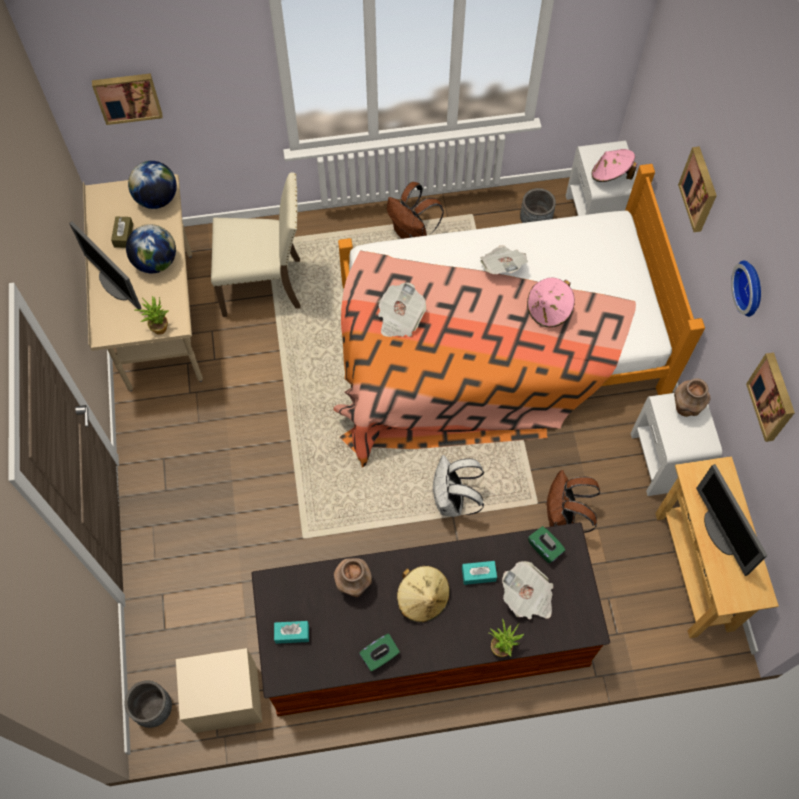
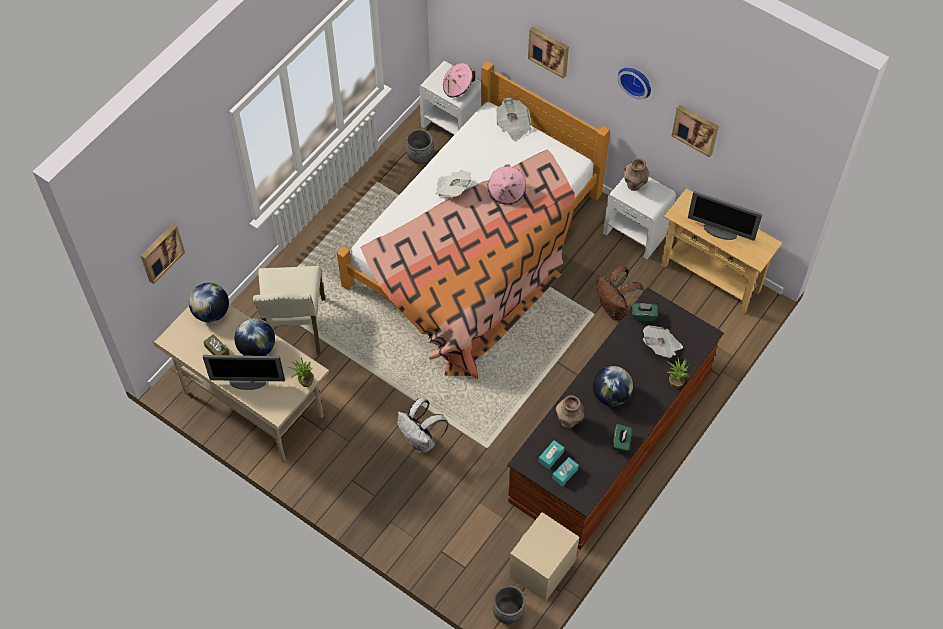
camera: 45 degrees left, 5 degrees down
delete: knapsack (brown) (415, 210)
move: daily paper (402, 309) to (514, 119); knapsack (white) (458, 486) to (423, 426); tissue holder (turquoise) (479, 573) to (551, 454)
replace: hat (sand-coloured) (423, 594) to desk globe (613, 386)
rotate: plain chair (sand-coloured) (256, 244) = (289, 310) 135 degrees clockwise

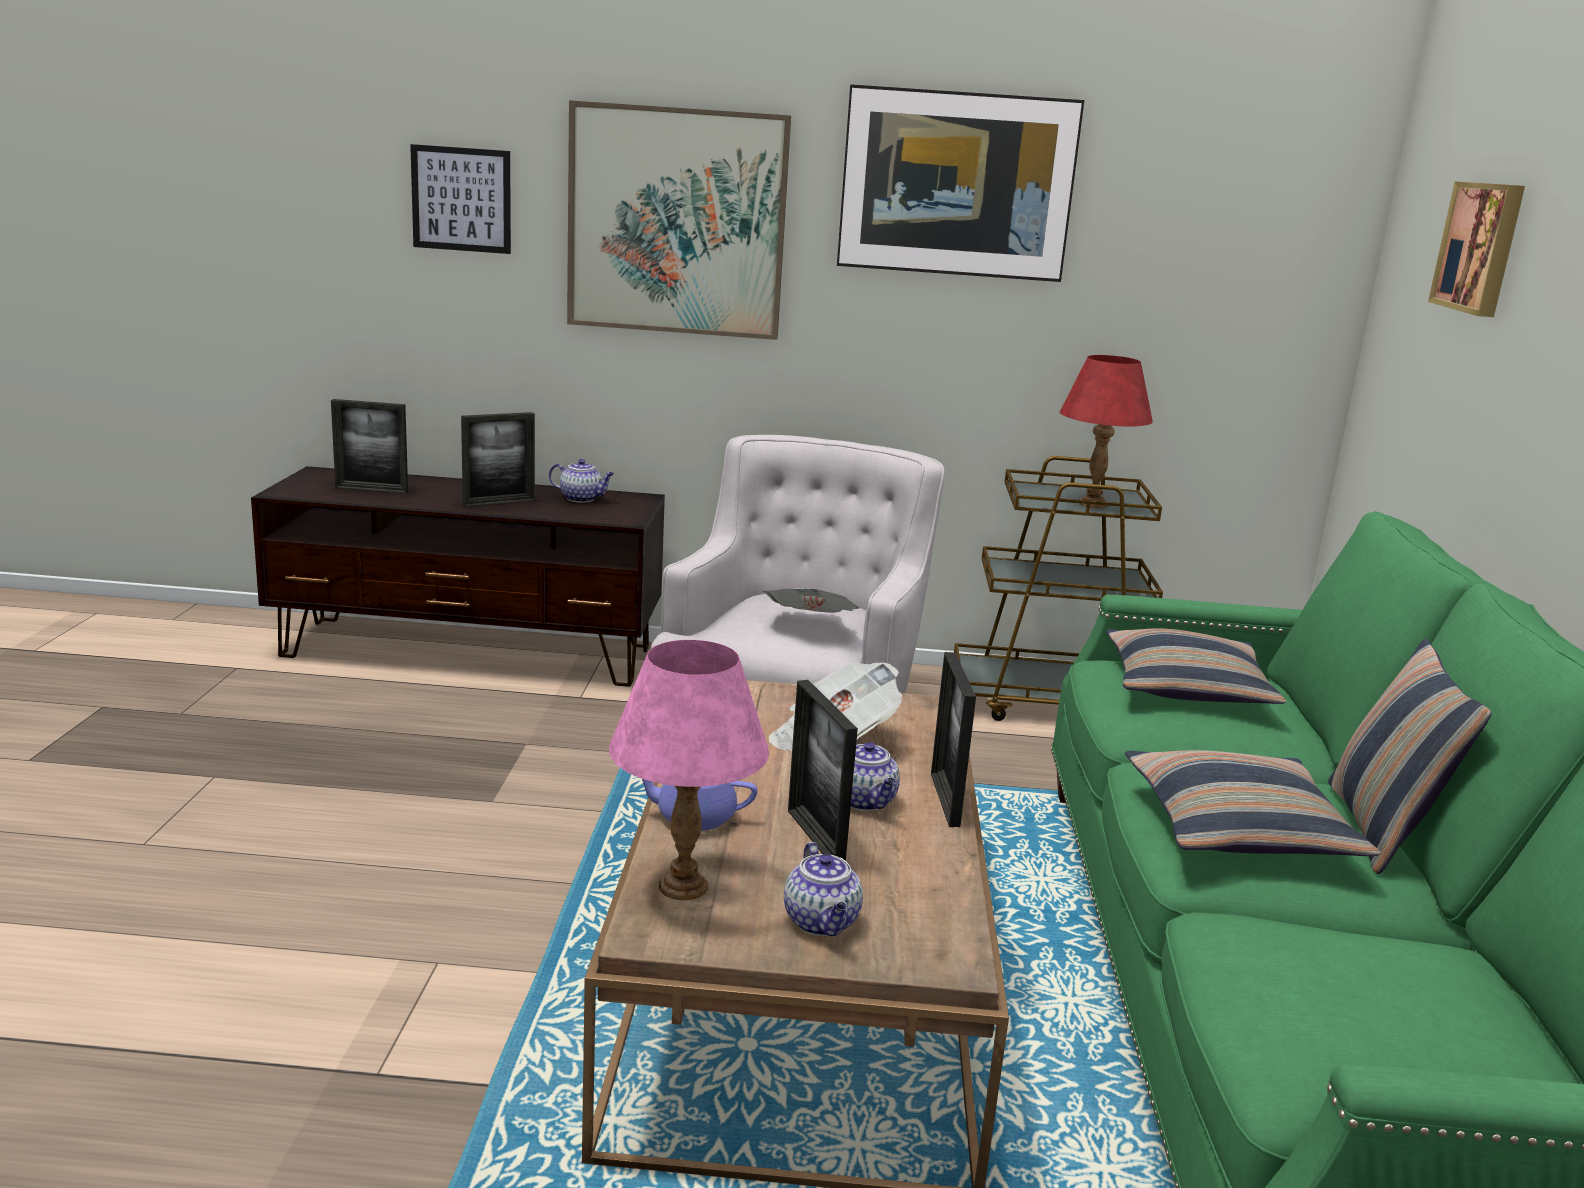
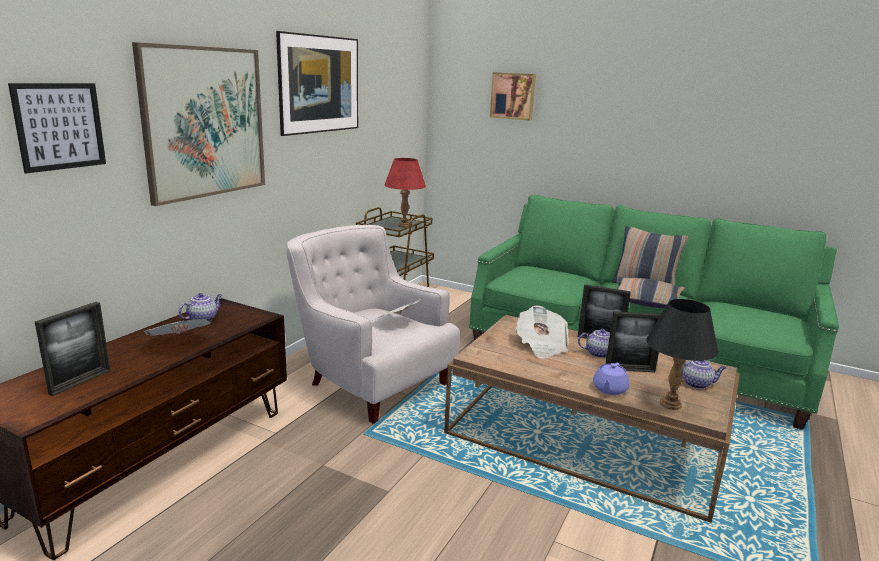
camera: 65 degrees left, 0 degrees up
delete: throw pillow (1196, 666)
replace: standing frame (498, 459) to daily paper (177, 327)
recolor: tabletop lamp (pink) (689, 770) to tabletop lamp (black) (682, 354)

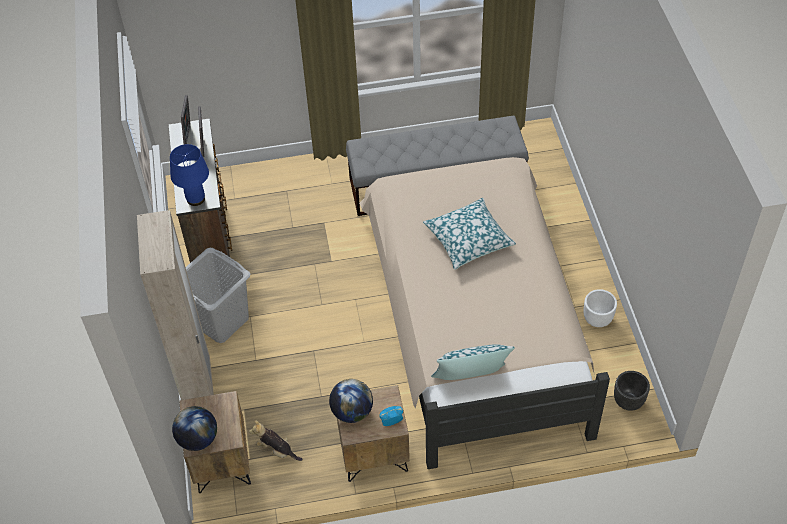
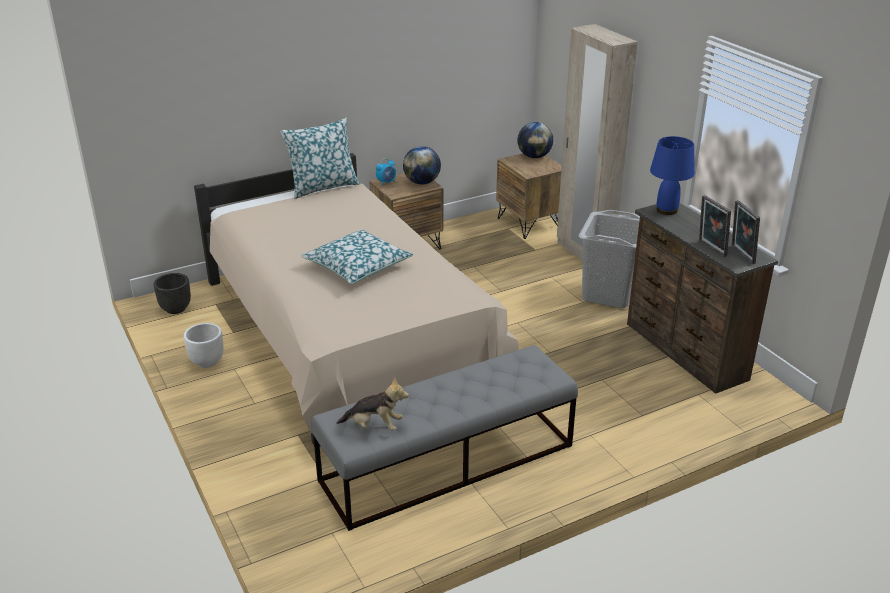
camera: 160 degrees right, 20 degrees down
move: plush toy (276, 440) to (372, 403)

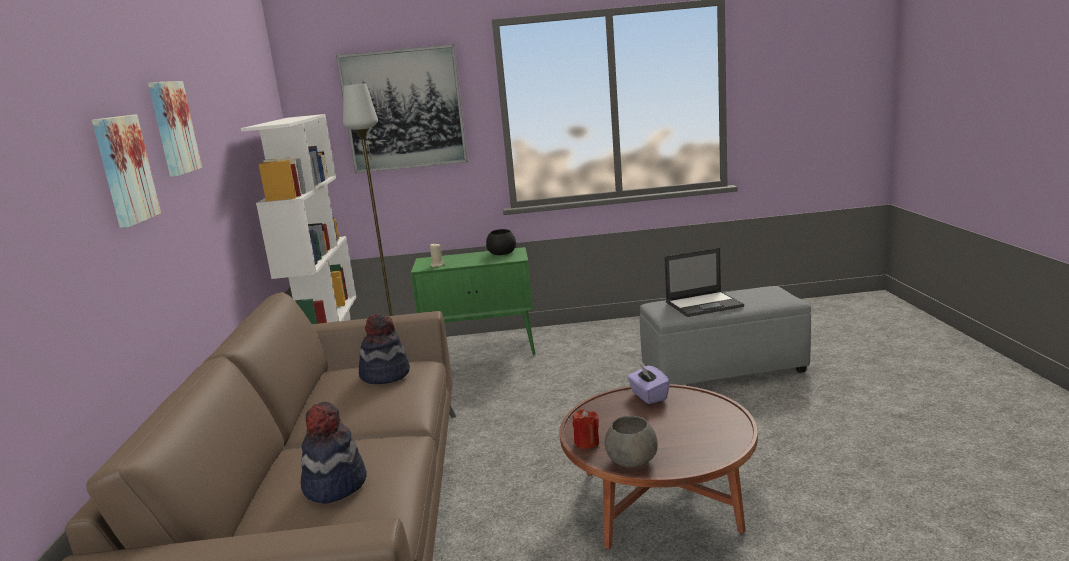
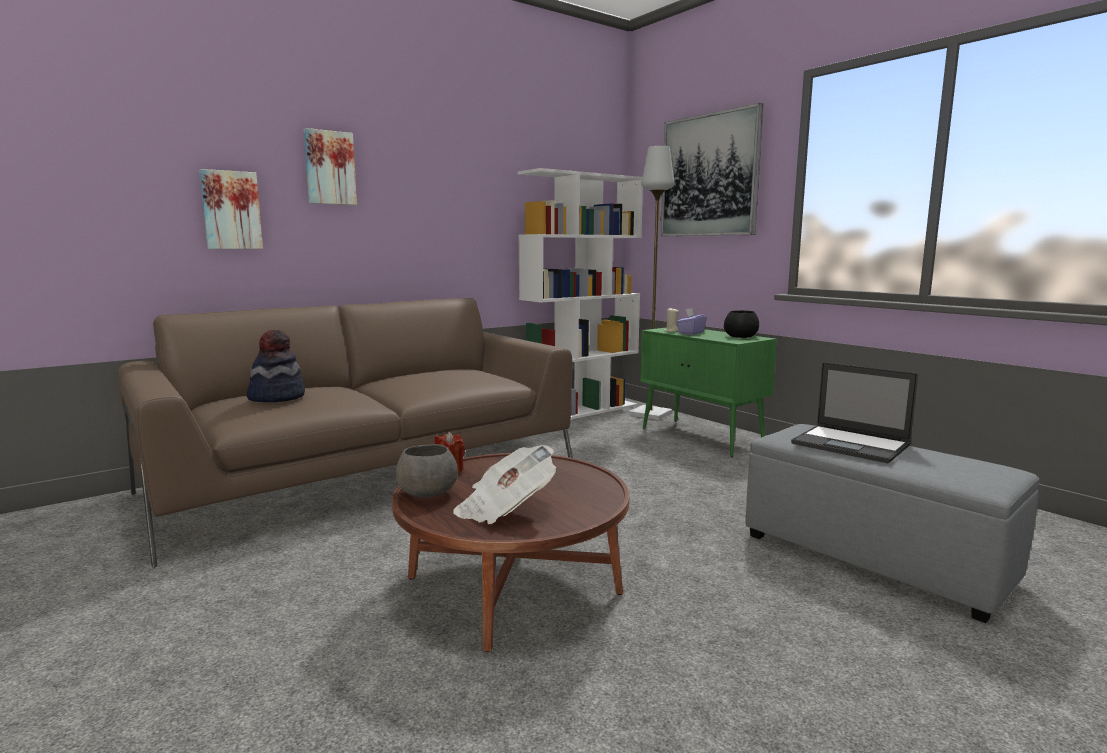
camera: 55 degrees right, 5 degrees down
delete: hat (384, 348)
insert: daily paper (505, 484)
move: wall art (175, 129) to (231, 209); tissue holder (purplish) (648, 384) to (691, 321)

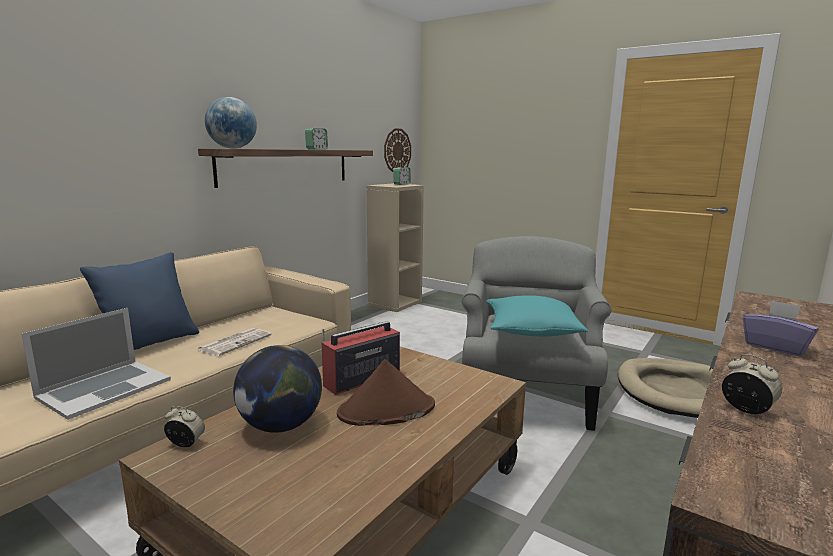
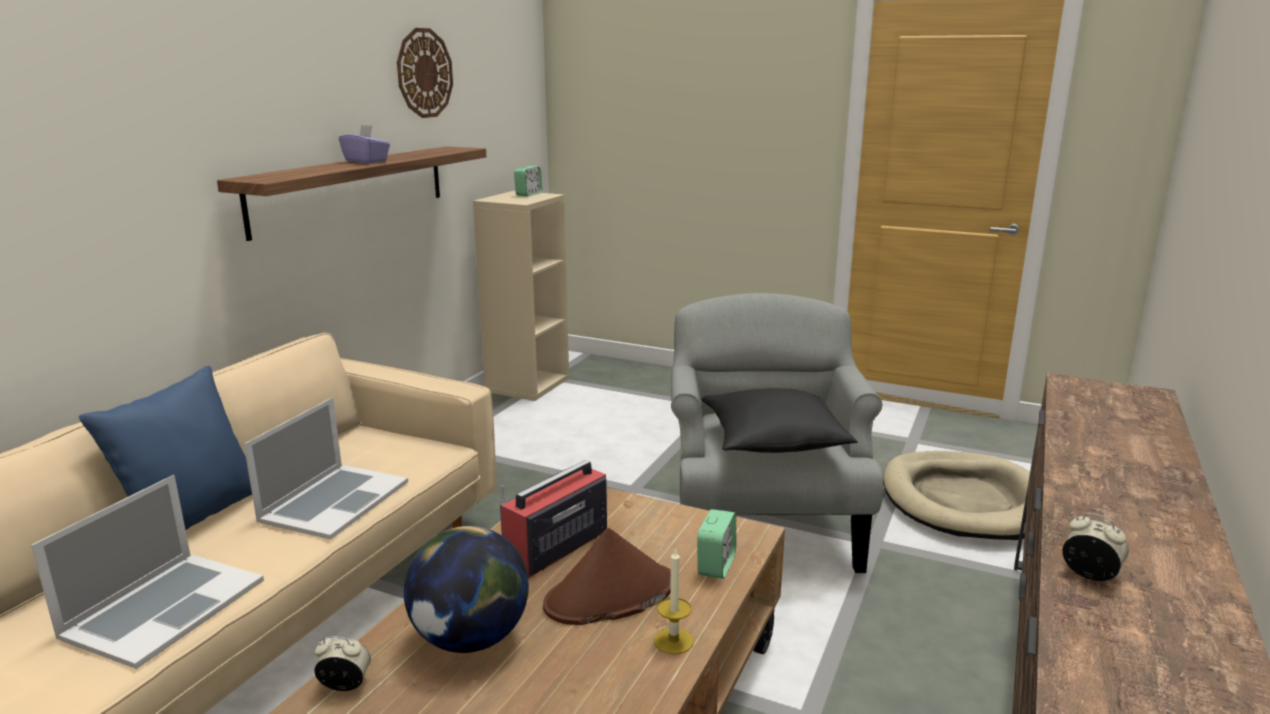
camera: 10 degrees left, 5 degrees up
delete: desk globe (231, 123)
insert: candle (674, 601)
move: alarm clock (316, 139) to (716, 544); clock on the wall (397, 150) to (425, 73); tissue holder (purplish) (781, 328) to (364, 144)
replace: daily paper (234, 342) to portable computer (326, 468)
recolor: throw pillow (turquoise) (537, 315) to throw pillow (black) (779, 420)

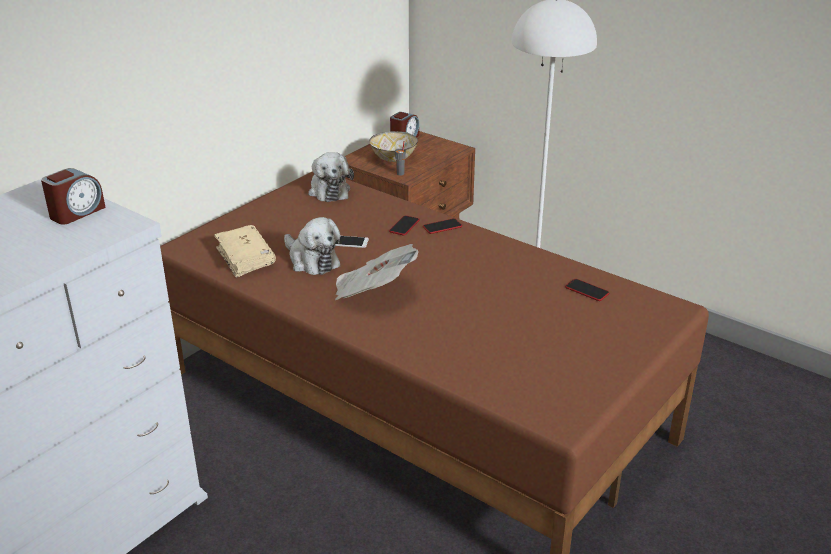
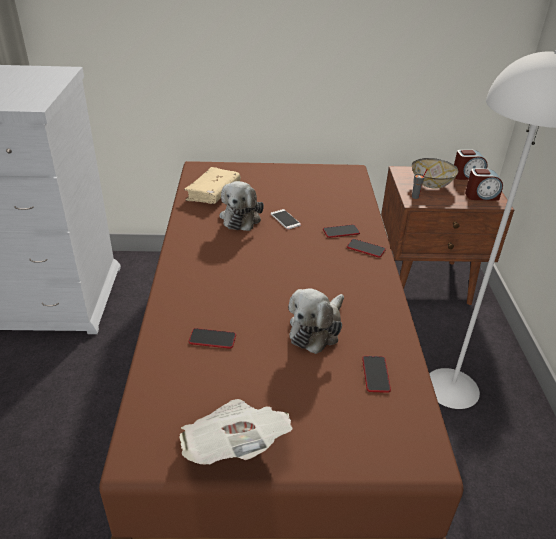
camera: 50 degrees right, 5 degrees up
insert: phone (212, 338)
move: plush toy (331, 177) to (316, 321); alarm clock (73, 196) to (484, 184); daily paper (376, 272) to (236, 432)

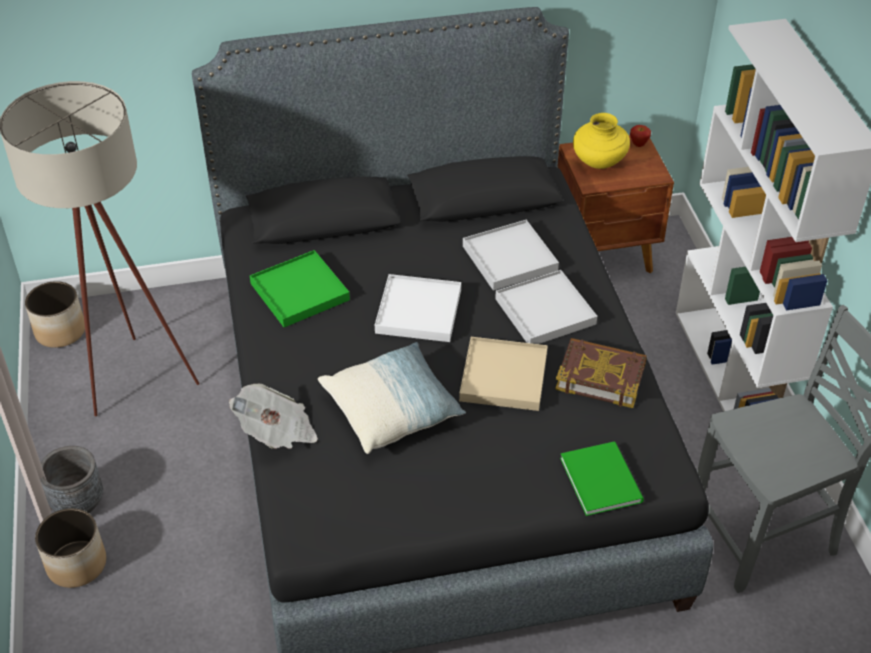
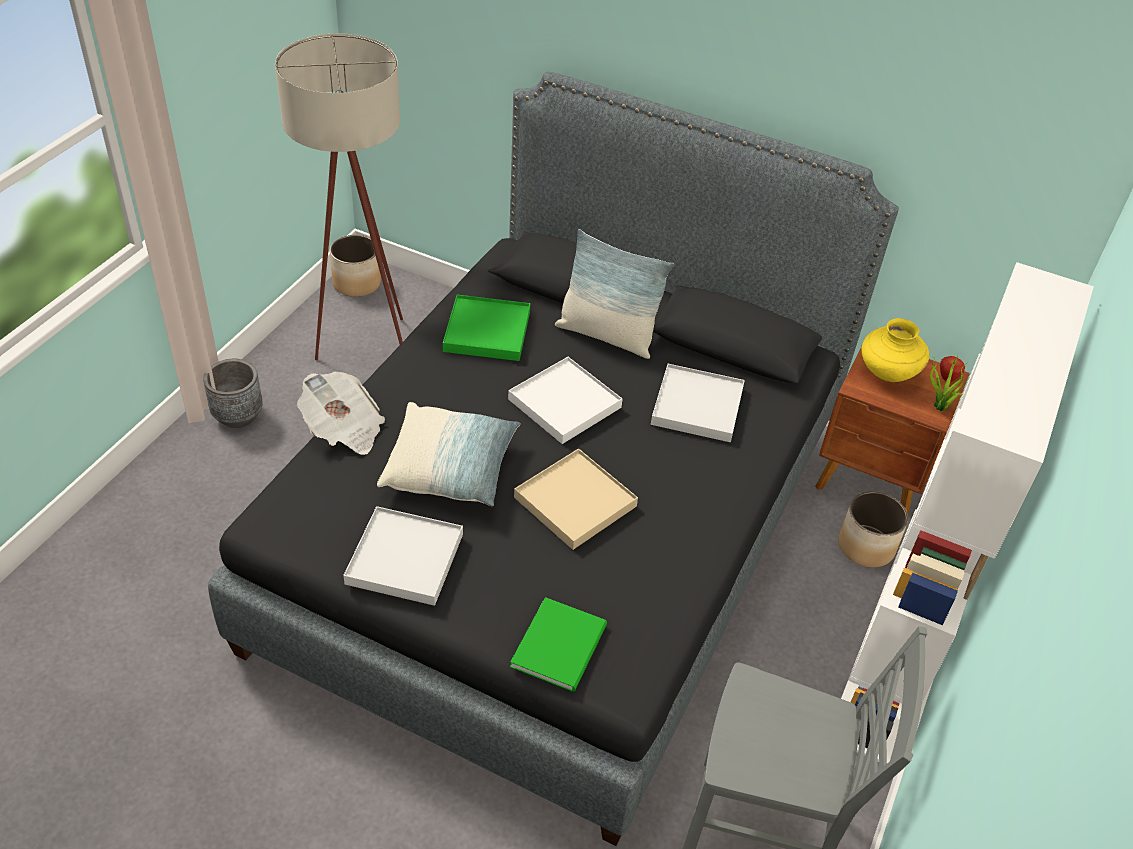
camera: 35 degrees right, 0 degrees up
delete: volume (601, 373)
insert: throw pillow (614, 294); potted plant (948, 383)
move: carrying tray (white) (546, 307) to (403, 556); flower pot (70, 548) to (873, 529)

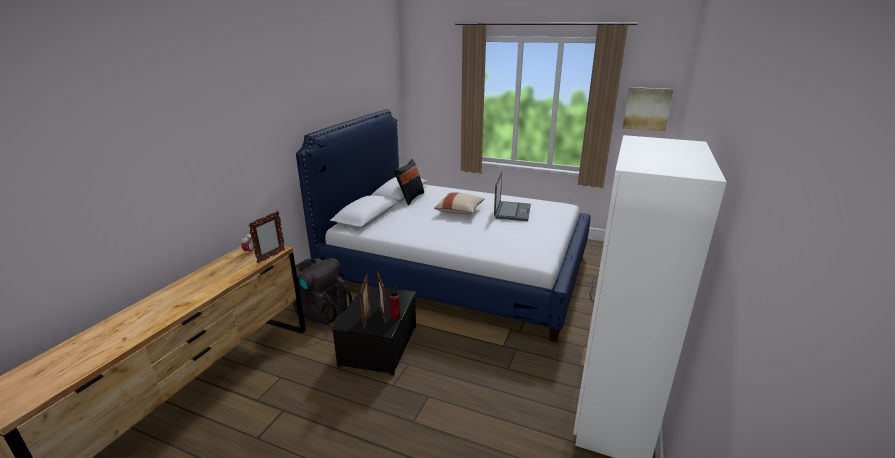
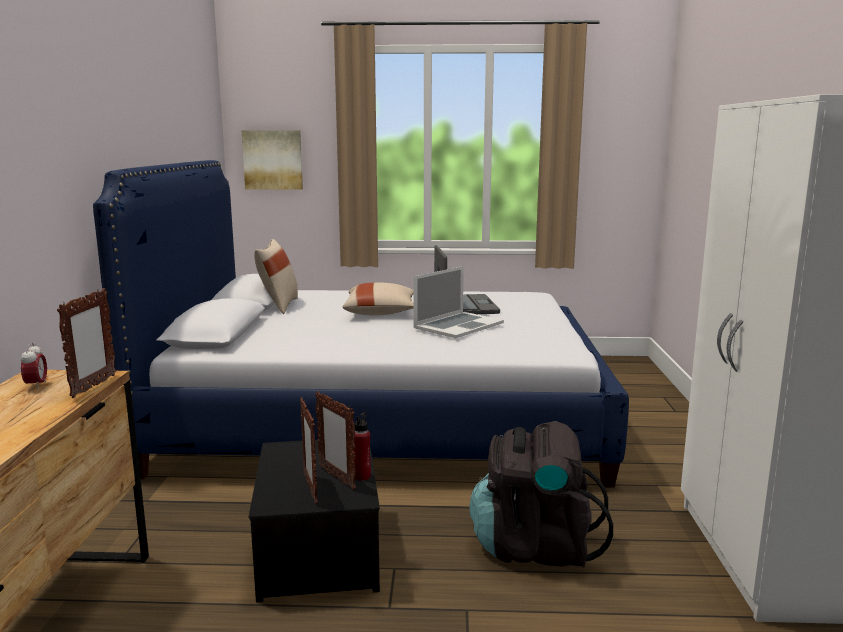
camera: 20 degrees left, 10 degrees down
insert: portable computer (458, 302)
move: wall art (648, 109) to (272, 160); knapsack (black) (322, 291) to (541, 494)
recolor: throw pillow (black) (409, 182) to throw pillow (sand-coloured) (276, 276)

